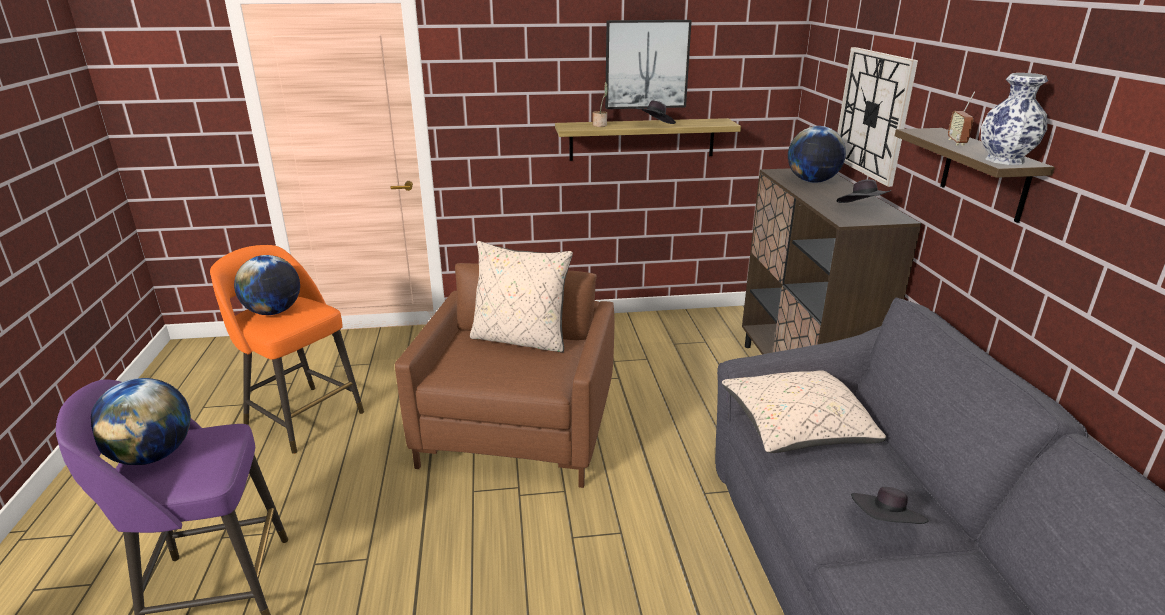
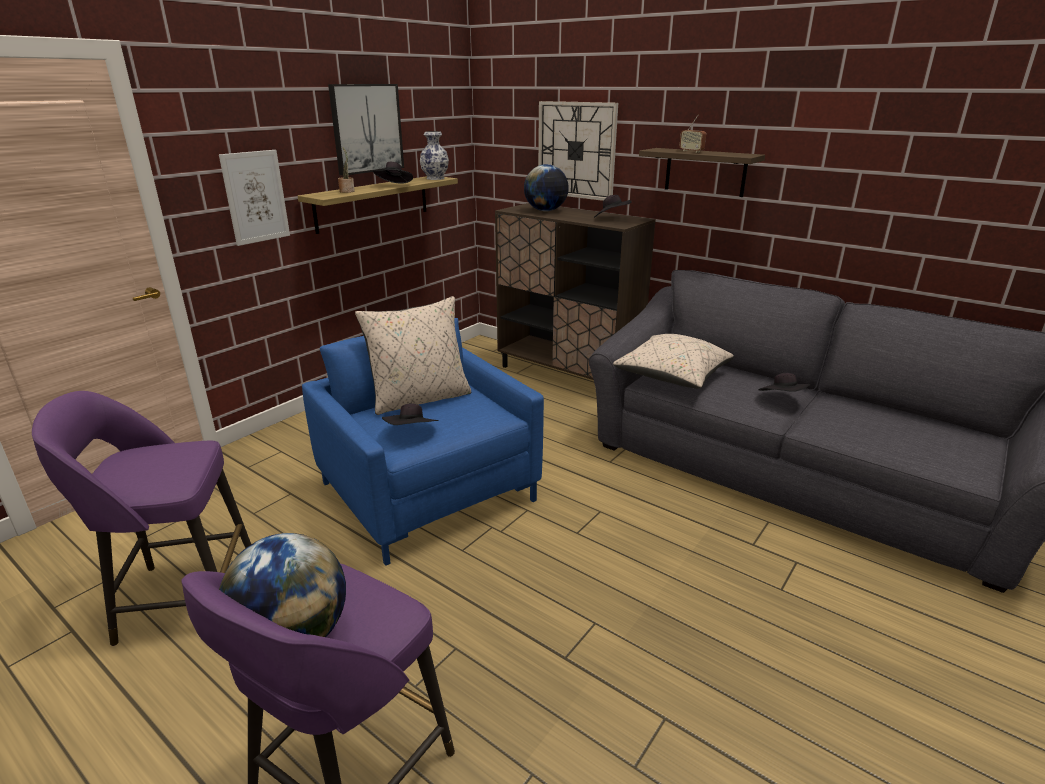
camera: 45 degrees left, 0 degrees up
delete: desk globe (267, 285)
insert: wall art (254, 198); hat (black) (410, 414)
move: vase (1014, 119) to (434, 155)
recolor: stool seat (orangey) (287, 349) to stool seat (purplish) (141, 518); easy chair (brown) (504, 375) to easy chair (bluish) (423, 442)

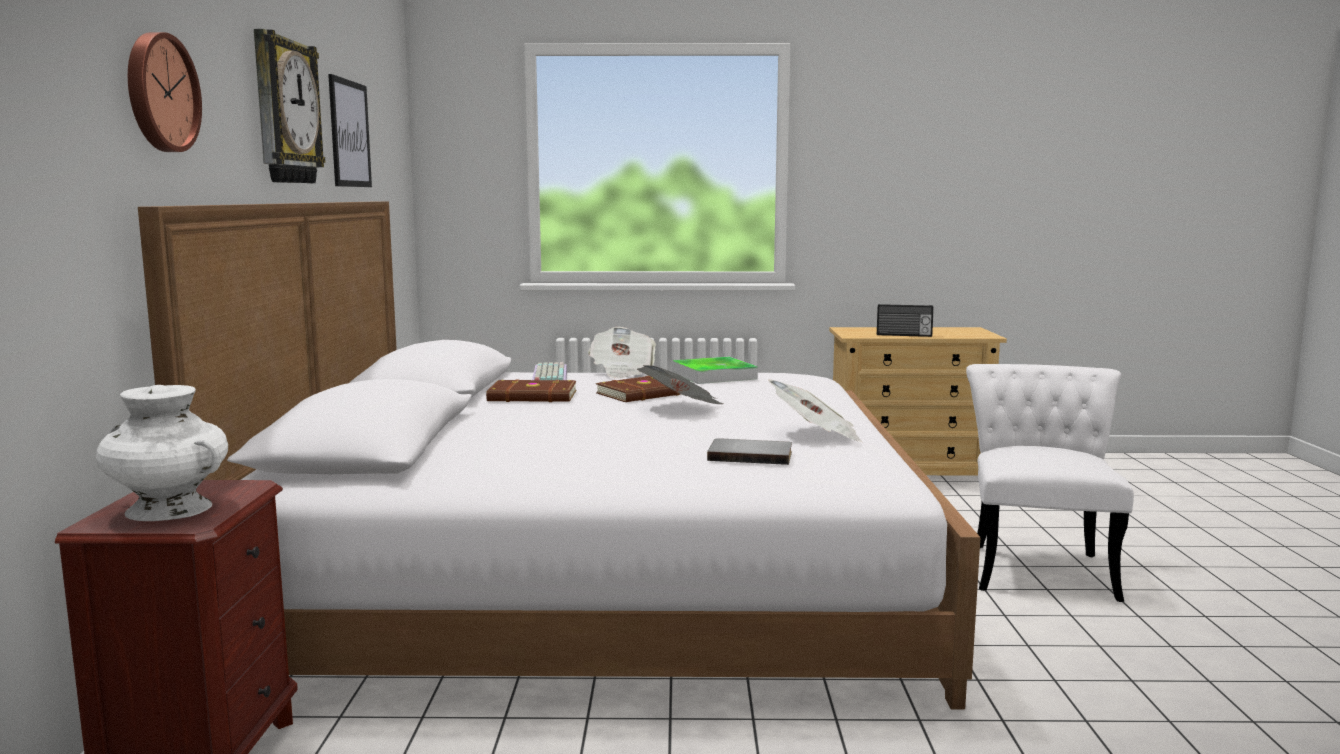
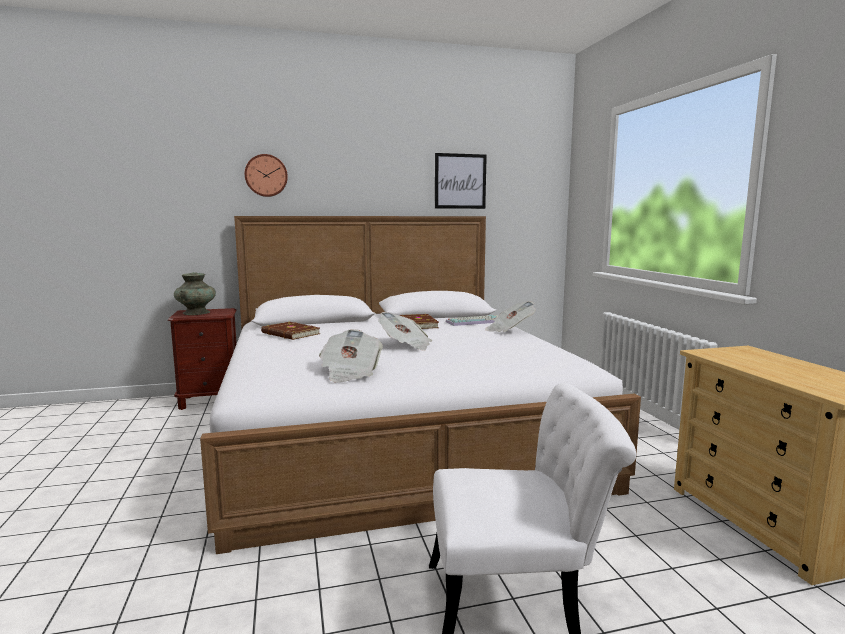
camera: 75 degrees right, 0 degrees up
delete: clock on the wall (290, 106); radio (905, 320); carrying tray (715, 370); volume (grey) (749, 451)
move: volume (brown) (638, 389) to (290, 331)
recolor: vase (white) (162, 453) to vase (turquoise) (195, 293)

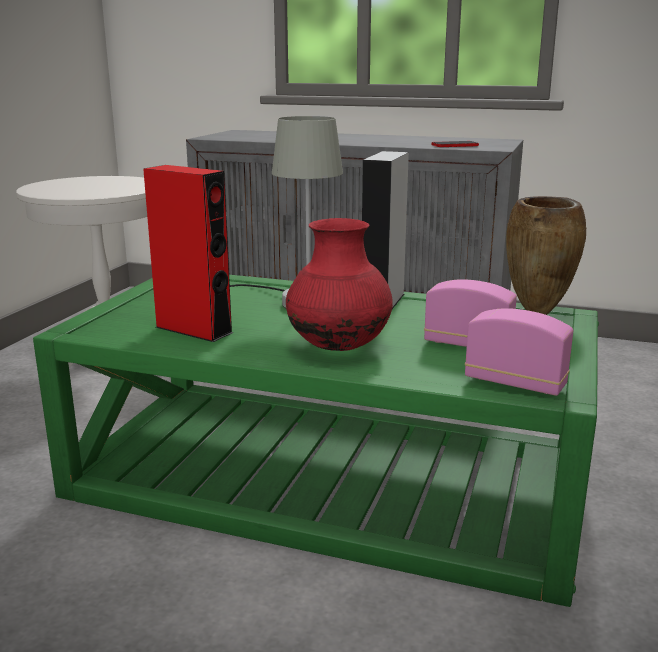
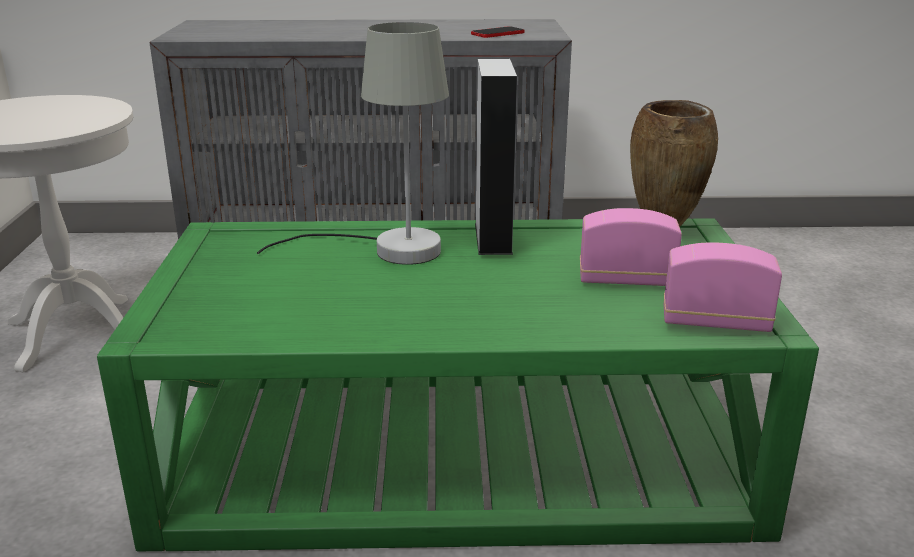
camera: 20 degrees left, 5 degrees up
delete: audio speaker (red-coloured) (188, 253); vase (red-coloured) (339, 284)

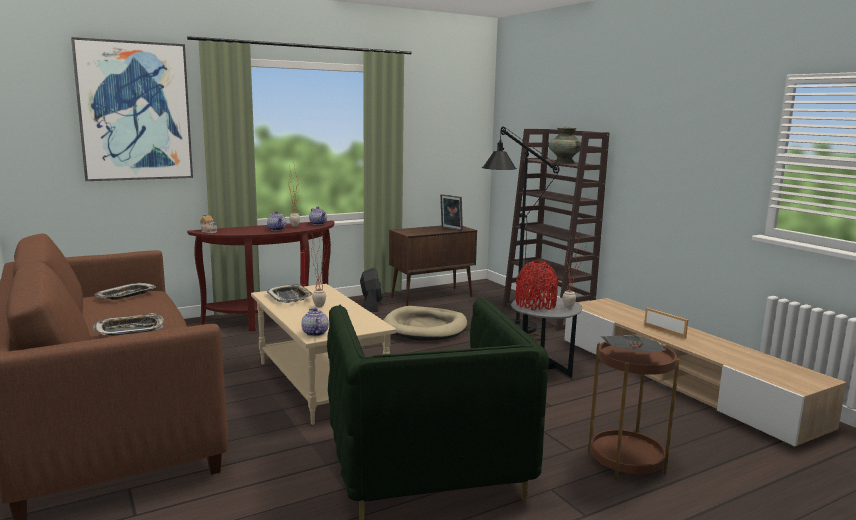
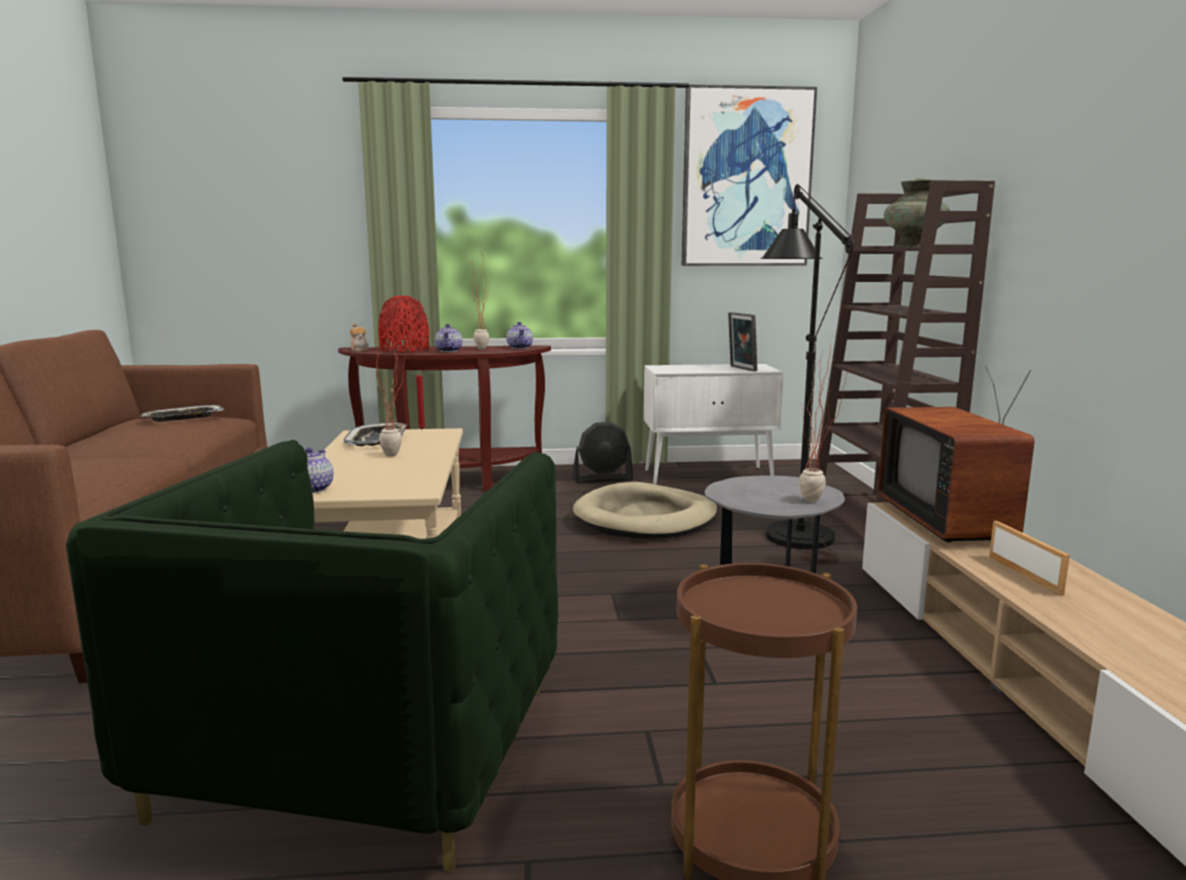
camera: 25 degrees right, 0 degrees up
delete: carrying tray (128, 324); daily paper (633, 343)
insert: television (956, 454)
move: wall art (132, 109) to (749, 175); vase (red-coloured) (537, 285) to (403, 324)
recolor: cabinet (brown) (433, 266) to cabinet (white) (714, 424)
rotate: electric fan (black) (371, 290) = (602, 452) 60 degrees clockwise

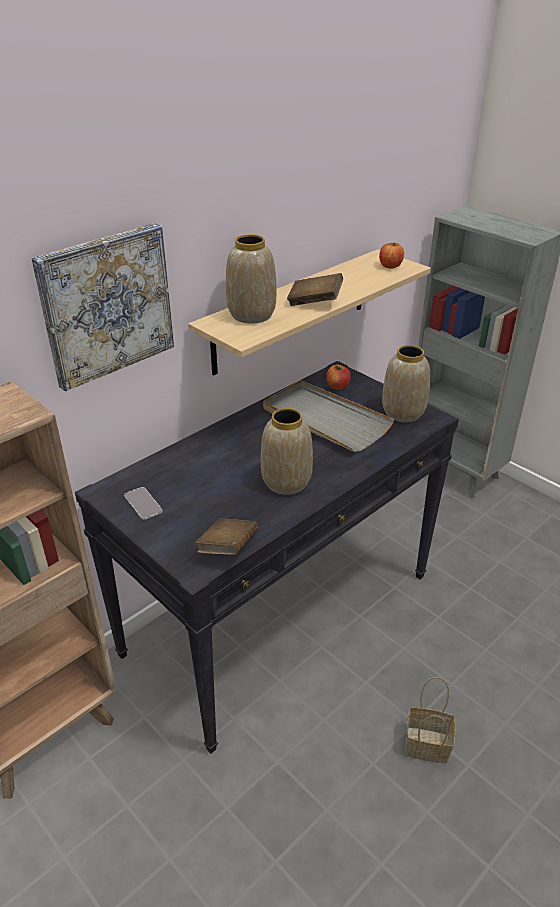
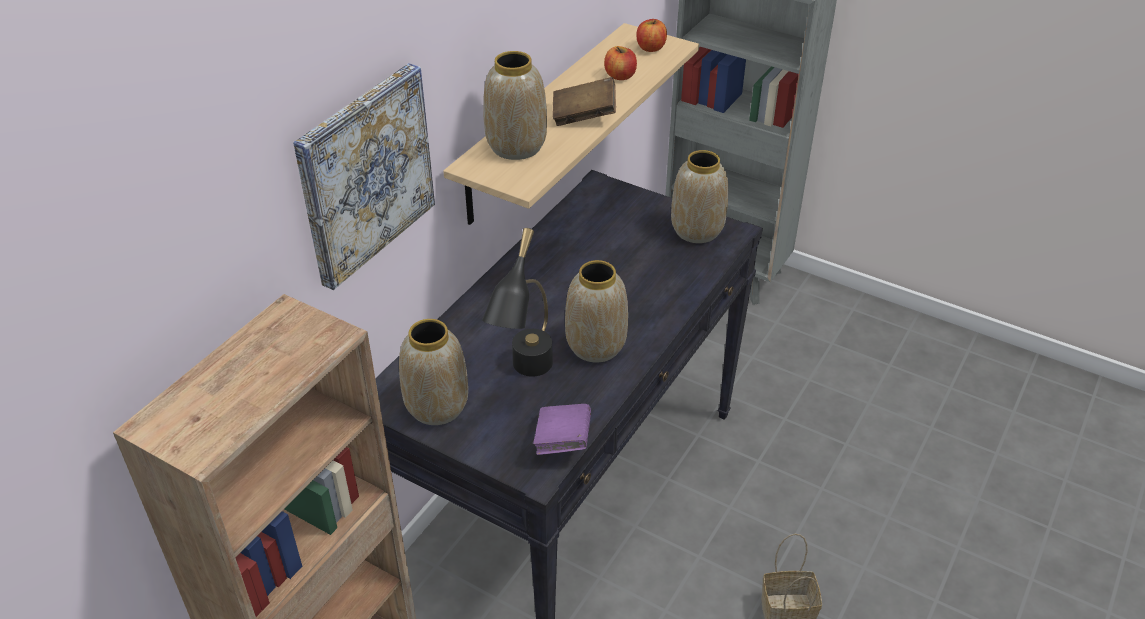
camera: 15 degrees left, 5 degrees up
delete: carrying tray (grey) (328, 416)
insert: tabletop lamp (black) (517, 302)
move: whole apple (338, 377) to (620, 63)
replace: phone (143, 503) to vase (433, 372)
recolor: volume (brown) (226, 537) to volume (purplish) (562, 429)

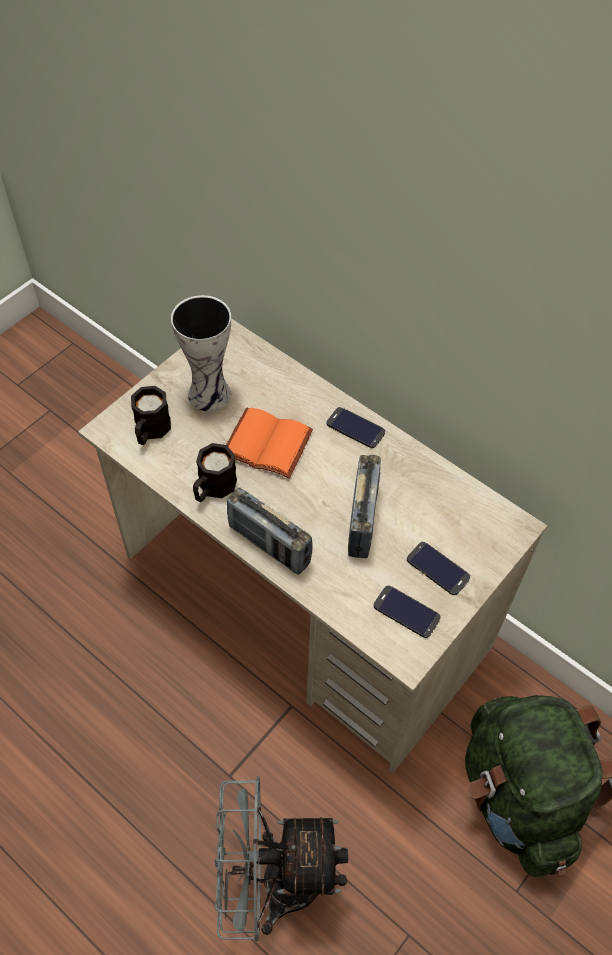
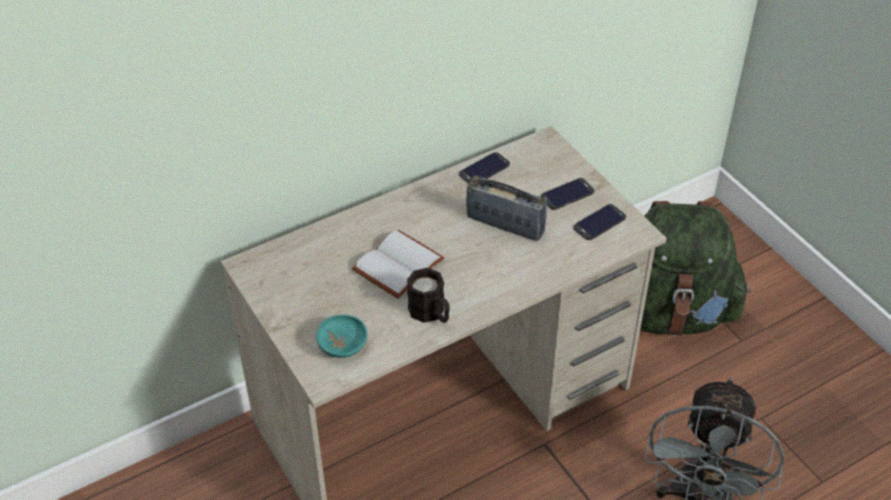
camera: 70 degrees left, 10 degrees down
delete: vase (201, 353); radio (270, 531)
move: phone (355, 427) to (484, 167)
replace: coffee mug (black) (151, 415) to serving bowl (turquoise) (341, 336)
recolor: volume (orangey) (269, 442) to volume (white) (398, 264)

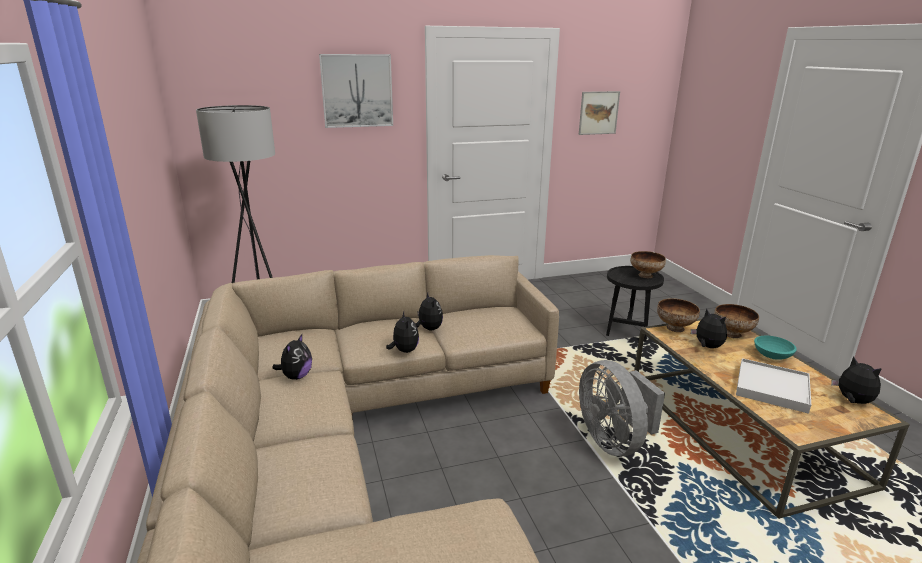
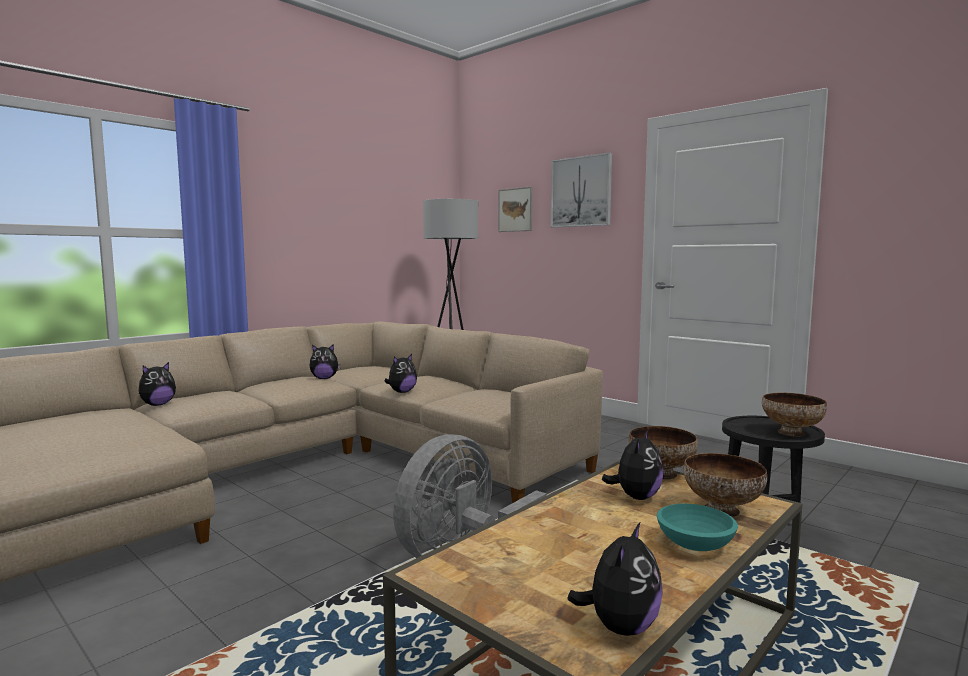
camera: 60 degrees right, 15 degrees down
delete: carrying tray (white) (773, 386)
move: wall art (599, 113) to (515, 209); plush toy (429, 311) to (157, 384)

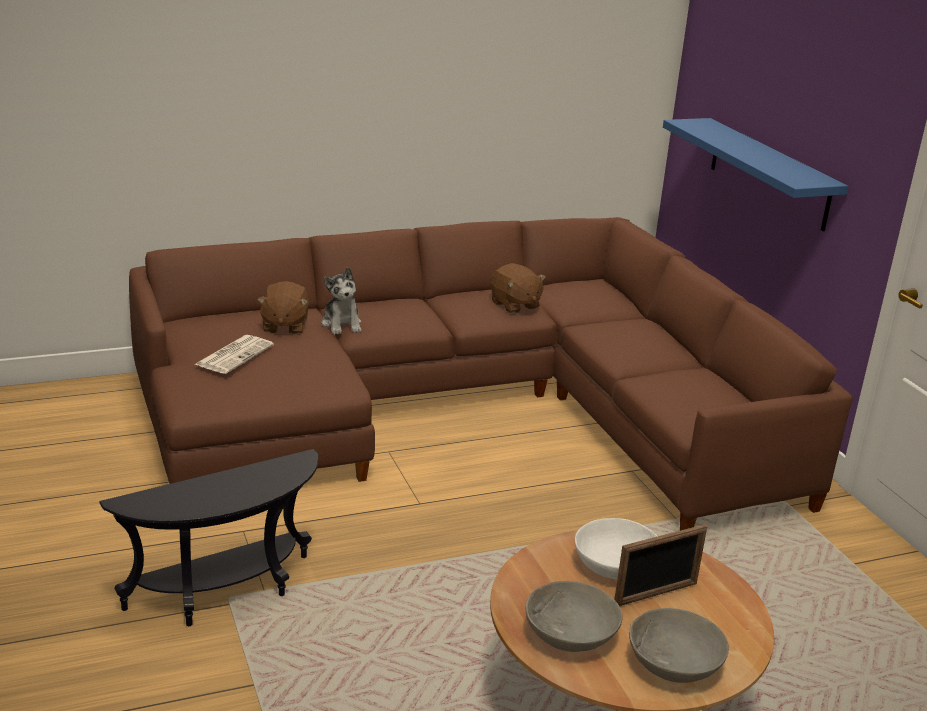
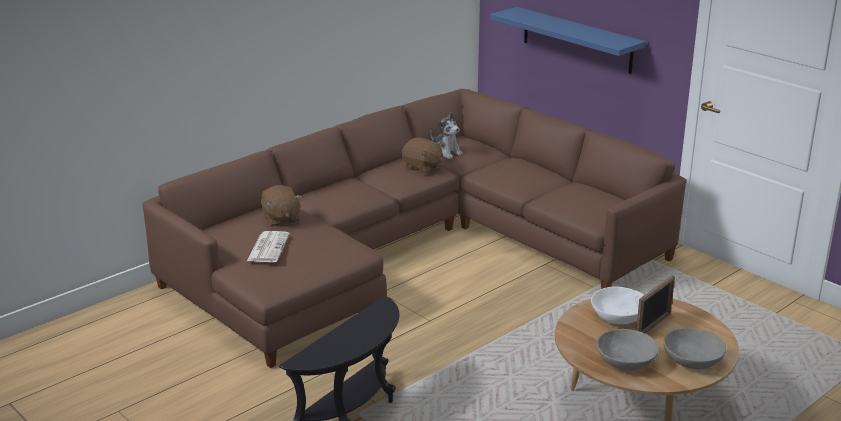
camera: 20 degrees left, 0 degrees up
move: plush toy (342, 301) to (446, 136)

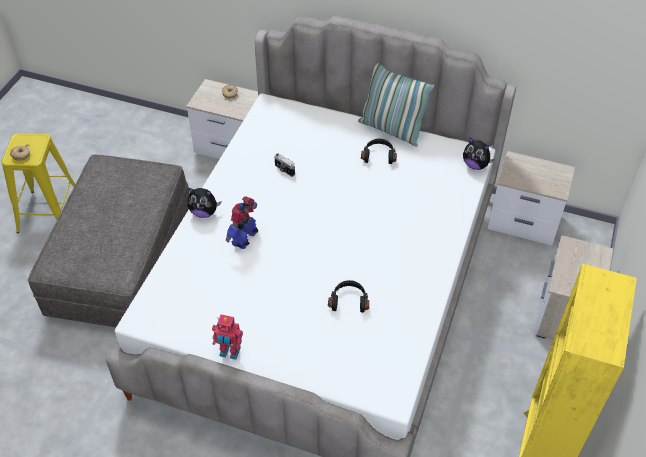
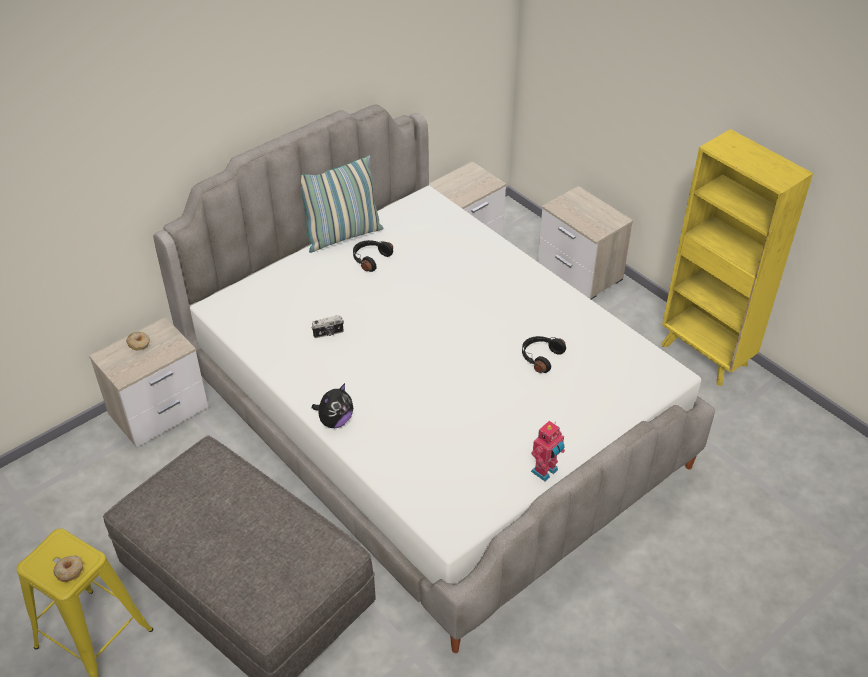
camera: 60 degrees left, 5 degrees down
delete: plush toy (479, 153); robot figure (242, 222)

